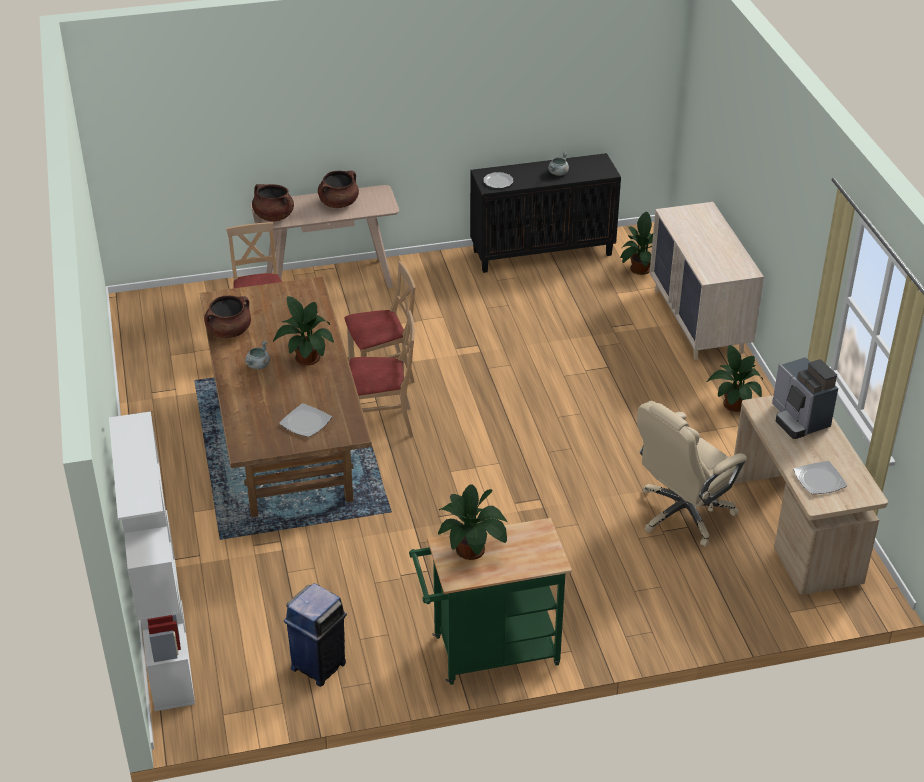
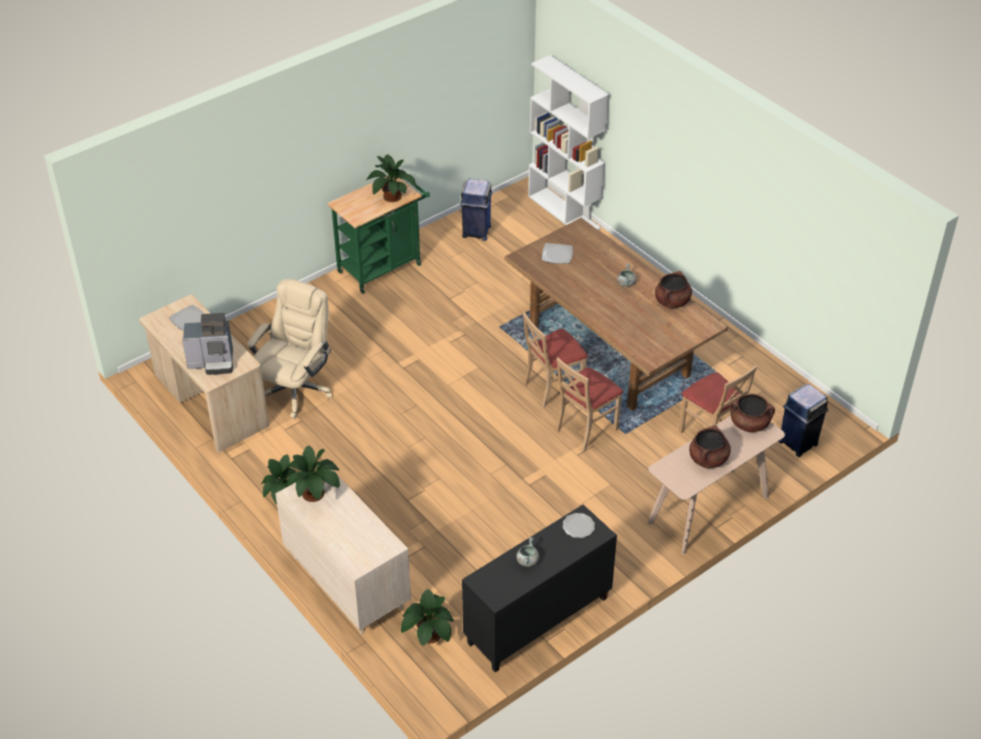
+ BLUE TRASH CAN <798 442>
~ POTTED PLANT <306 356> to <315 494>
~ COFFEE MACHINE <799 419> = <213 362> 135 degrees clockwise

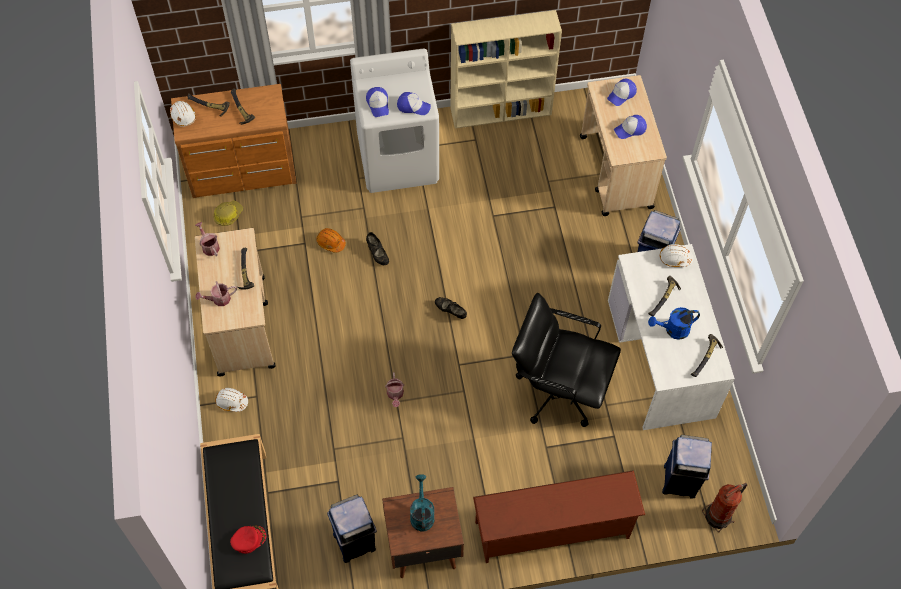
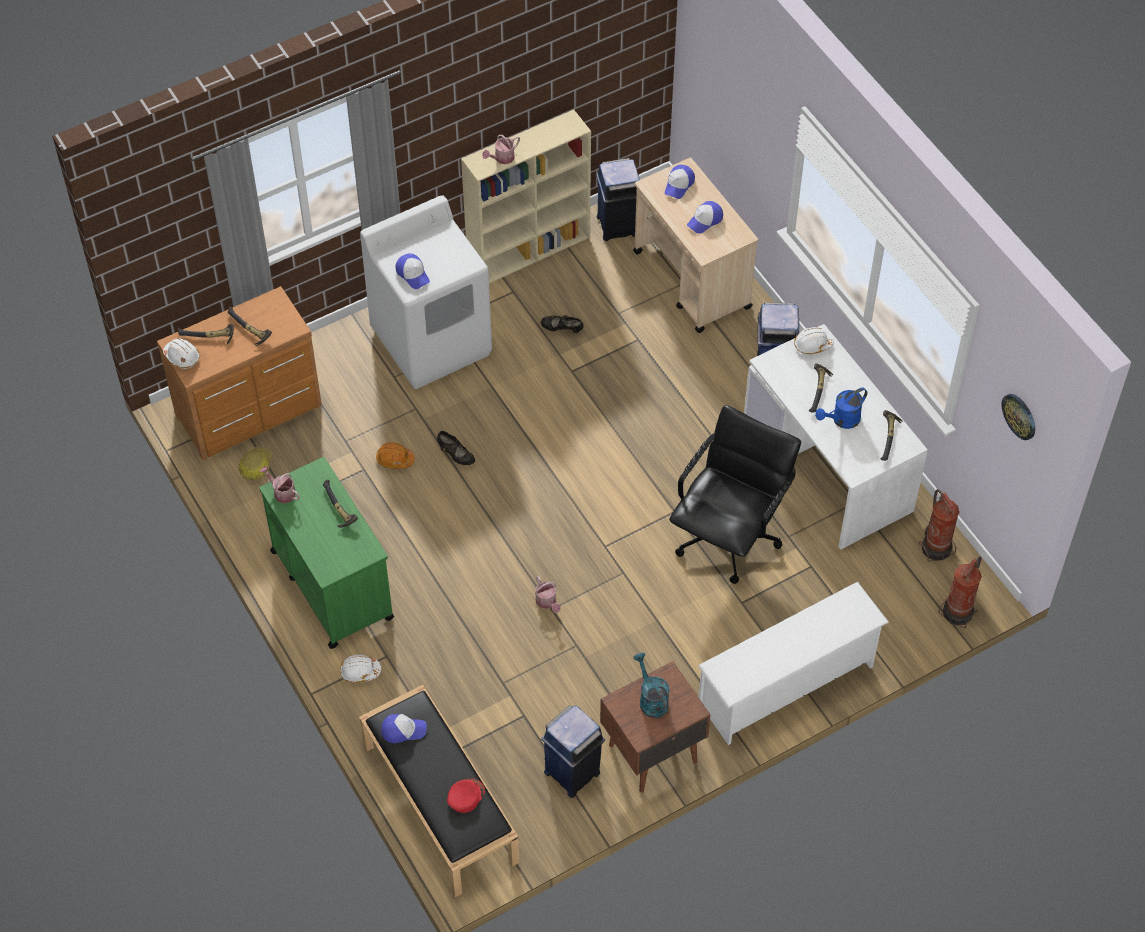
+ FIRE EXTINGUISHER <936 547>
+ WALL CLOCK <1019 416>
~ WATERING CAN <218 299> to <502 158>
~ CAP <413 106> to <403 730>
~ BLACK SHOE <450 311> to <562 329>
~ BLUE TRASH CAN <680 481> to <618 225>
~ BEIGE CART <242 325> to GREEN CART <331 583>
~ BROWN SHOE RACK <552 531> to WHITE SHOE RACK <787 687>
~ BLACK OFFICE CHAIR <558 389> = <729 537> 120 degrees clockwise

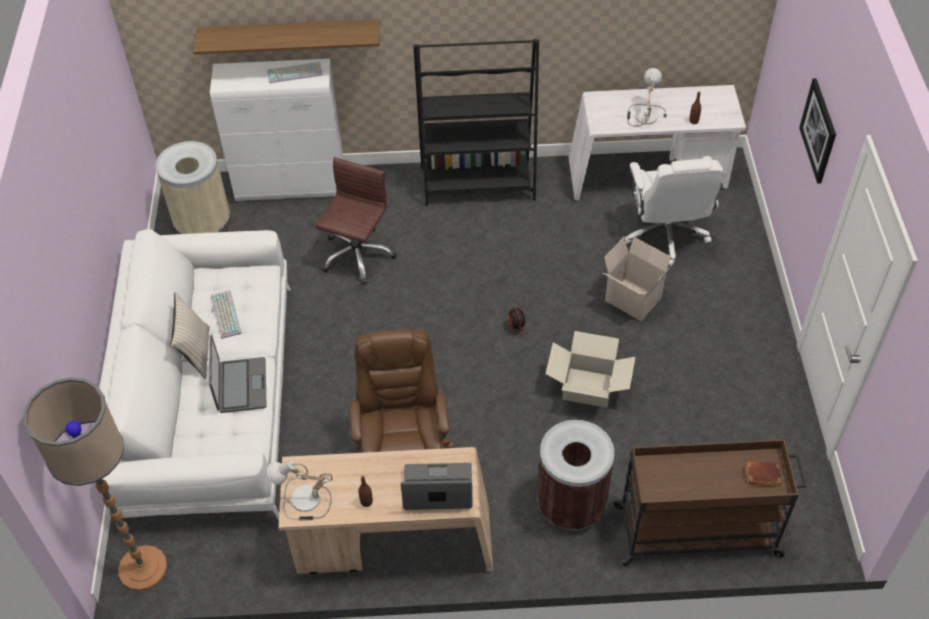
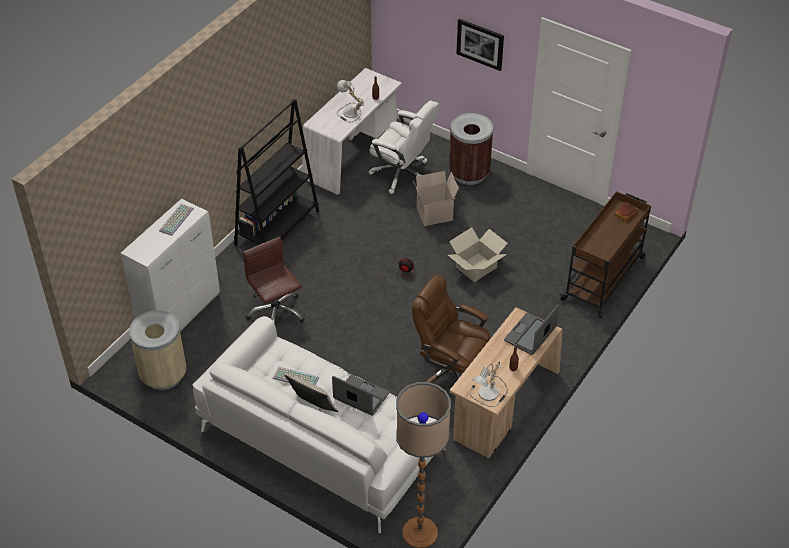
- SHELF <290 35>
~ BROWN TRASH CAN <571 505> to <469 173>

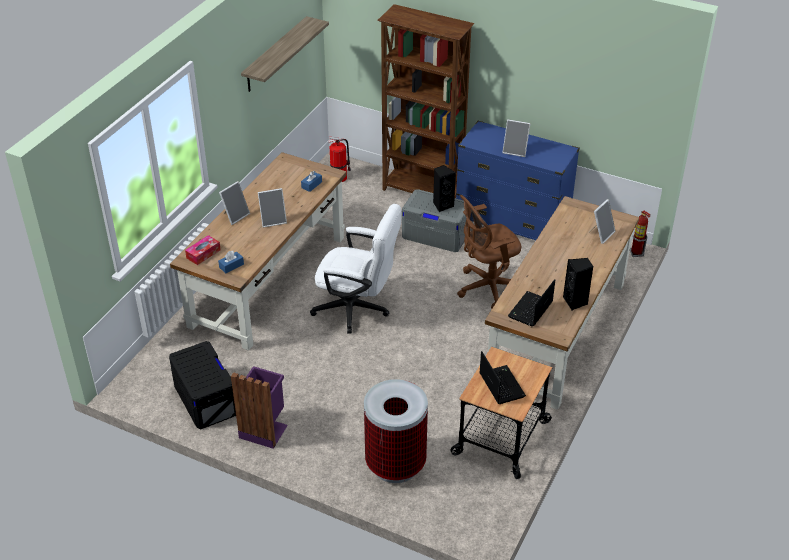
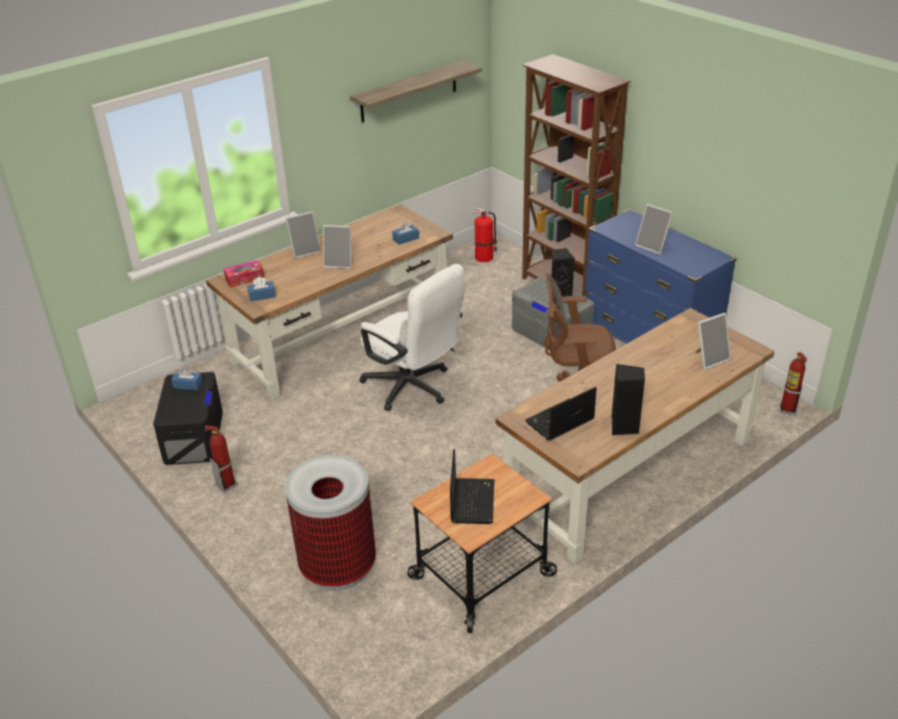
+ BLUE TISSUE BOX <188 385>
~ PURPLE TRASH CAN <264 429> to FIRE EXTINGUISHER <227 484>

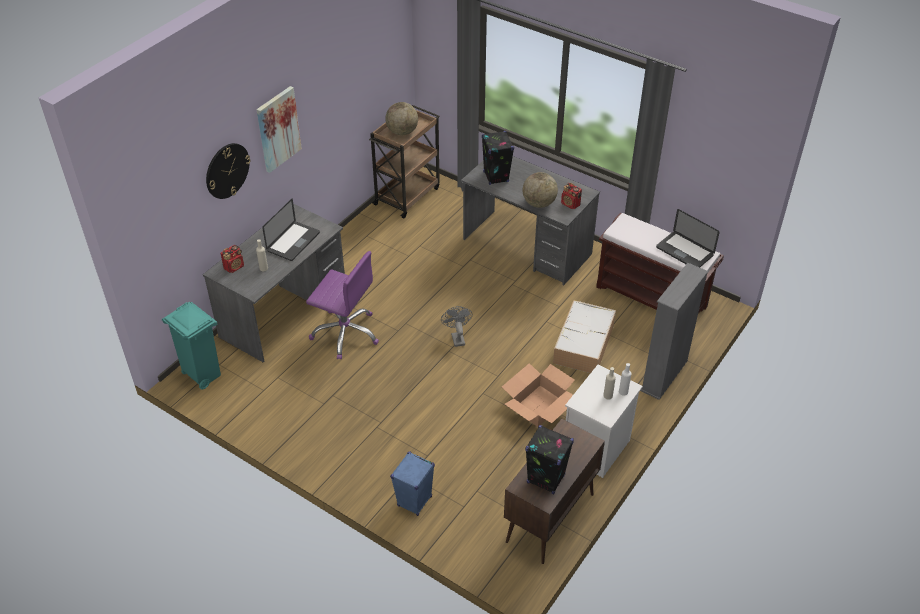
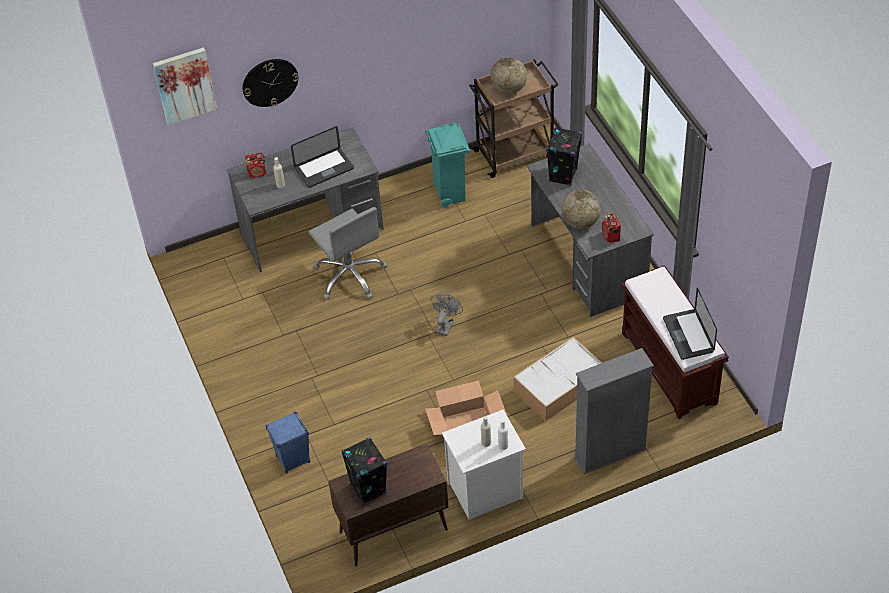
~ TURQUOISE TRASH CAN <202 375> to <450 194>
~ PICTURE <278 129> to <184 85>
~ PURPLE OFFICE CHAIR <346 333> to GREY OFFICE CHAIR <350 275>

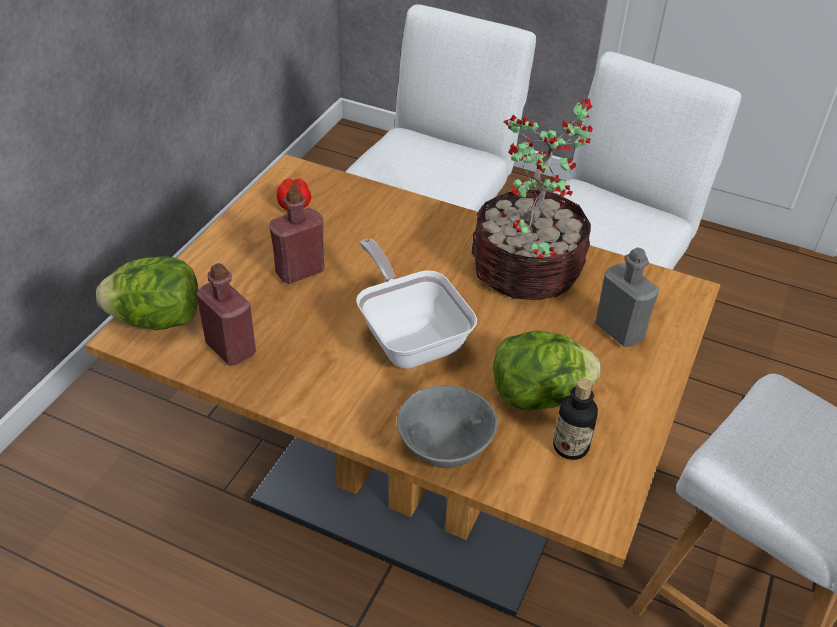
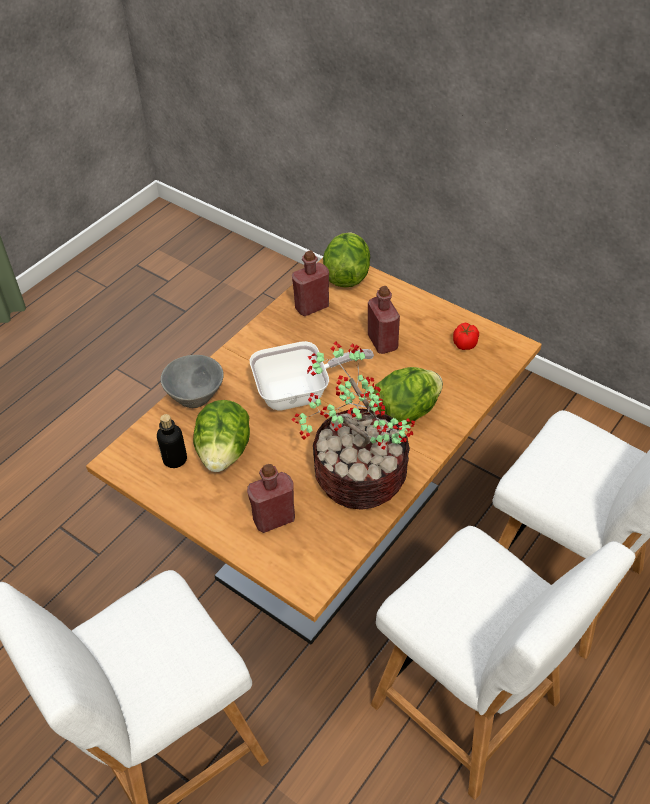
+ LETTUCE <406 412>
~ GREY BOTTLE <619 331> to RED BOTTLE <274 519>

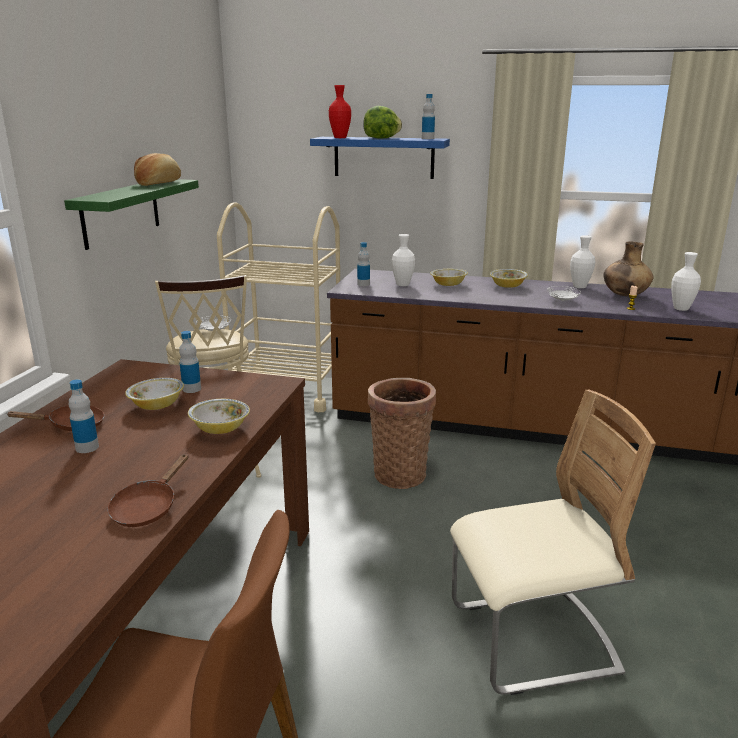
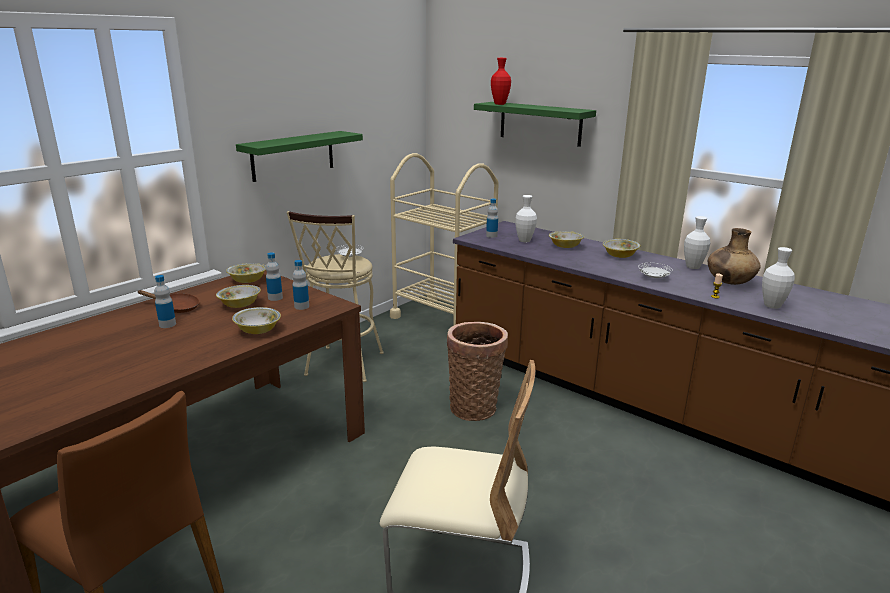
- BROWN FRYING PAN <148 508>
- BREAD <158 183>
- LETTUCE <382 138>
+ BOWL <248 281>
~ BOTTLE <427 138> to <301 306>
~ BLUE SHELF <383 157> to GREEN SHELF <540 123>

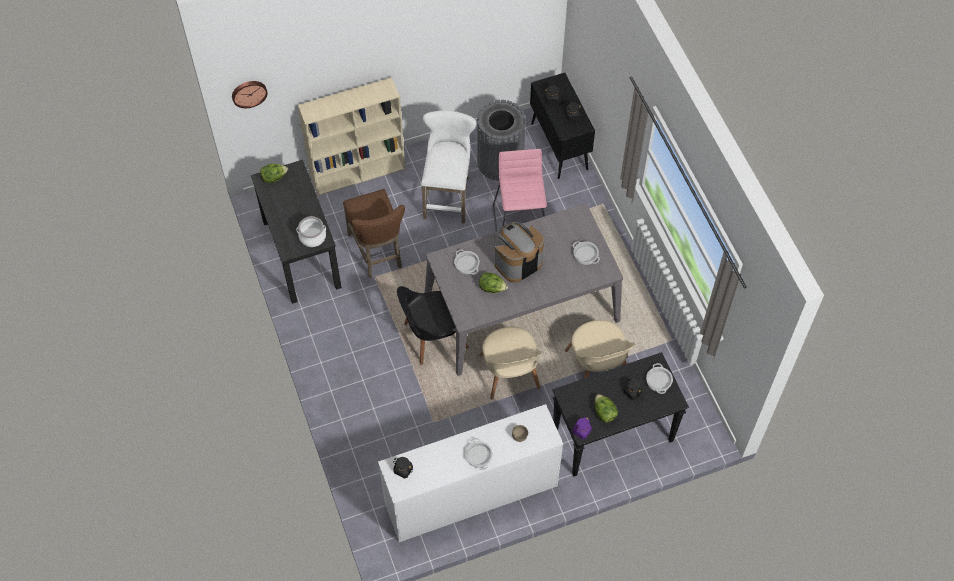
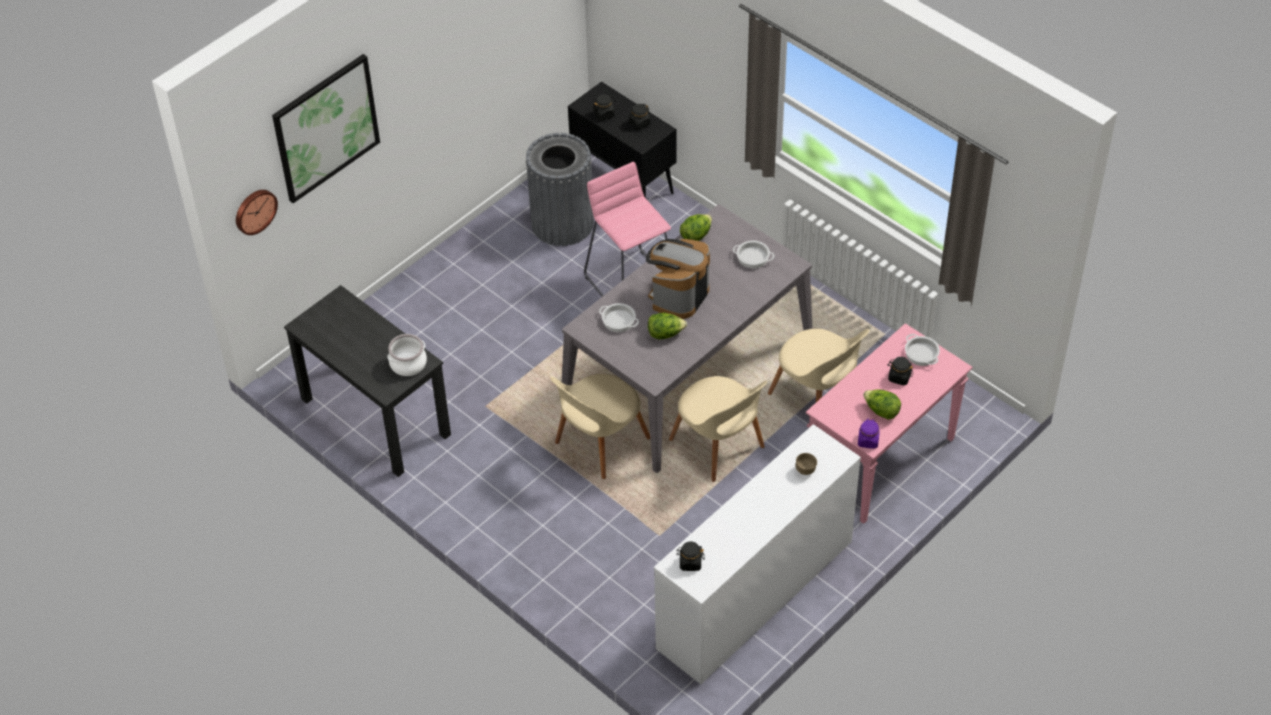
- BEIGE BOOKCASE <359 172>
- BROWN STOOL <377 253>
- WHITE STOOL <448 195>
- COOKING POT <478 456>
+ PICTURE <326 127>
~ LETTUCE <274 178> to <696 235>
~ BLACK CHAIR <432 337> to BEIGE CHAIR <599 443>
~ BLACK CONSOLE TABLE <612 436> to PINK CONSOLE TABLE <881 463>

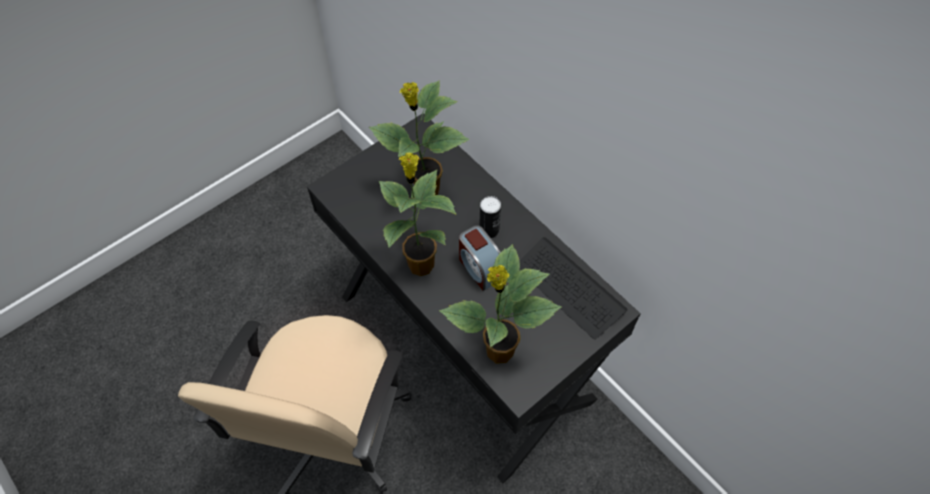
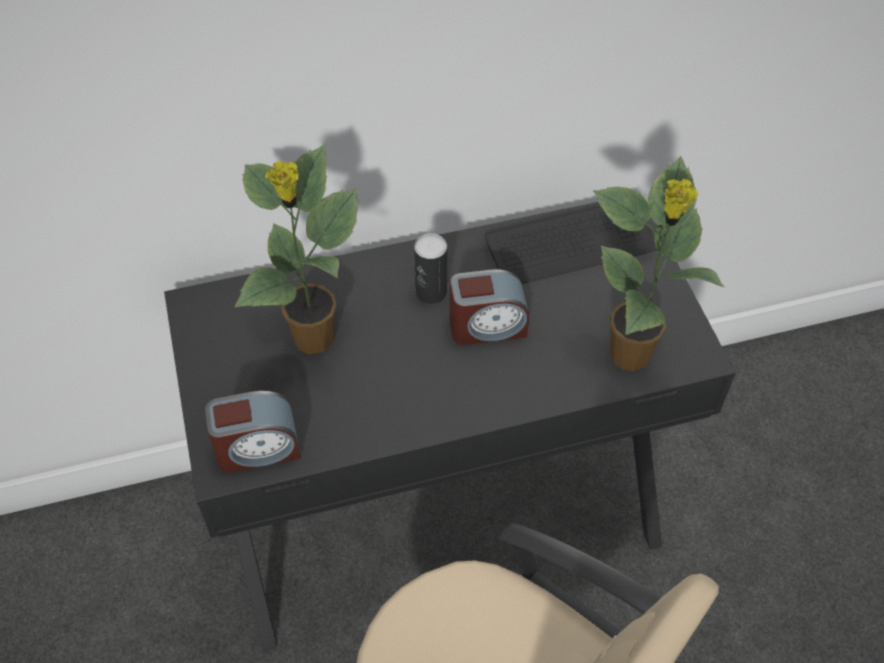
- POTTED PLANT <420 263>
+ ALARM CLOCK <258 448>

